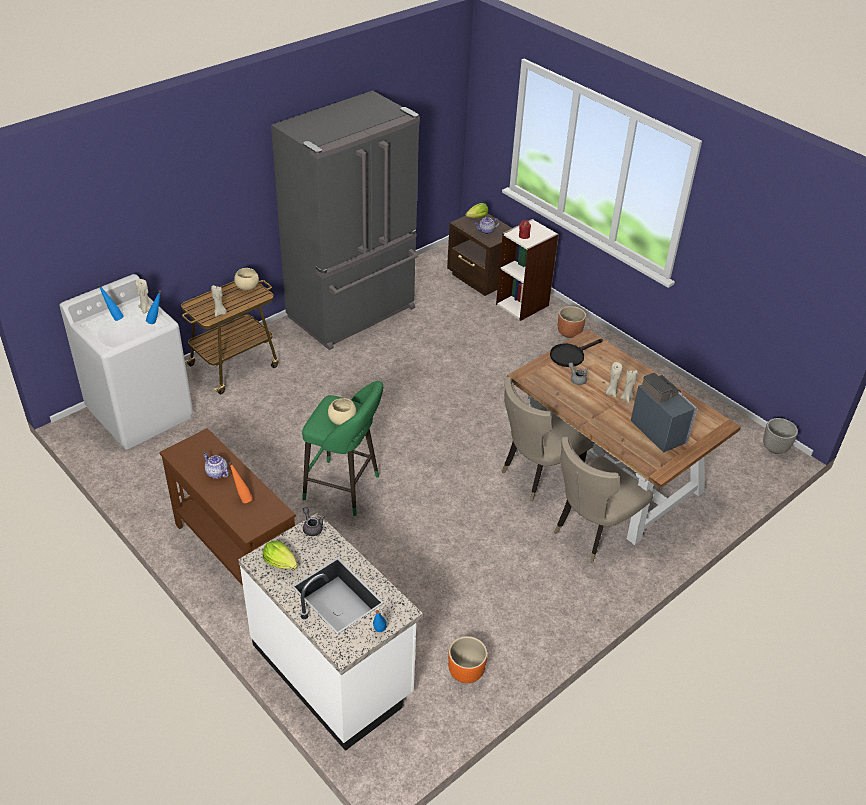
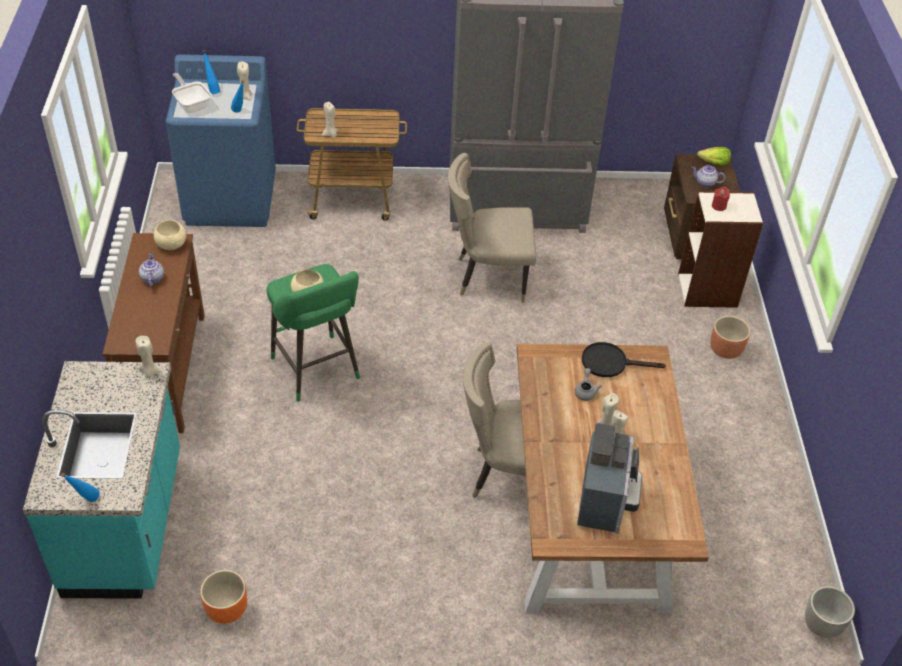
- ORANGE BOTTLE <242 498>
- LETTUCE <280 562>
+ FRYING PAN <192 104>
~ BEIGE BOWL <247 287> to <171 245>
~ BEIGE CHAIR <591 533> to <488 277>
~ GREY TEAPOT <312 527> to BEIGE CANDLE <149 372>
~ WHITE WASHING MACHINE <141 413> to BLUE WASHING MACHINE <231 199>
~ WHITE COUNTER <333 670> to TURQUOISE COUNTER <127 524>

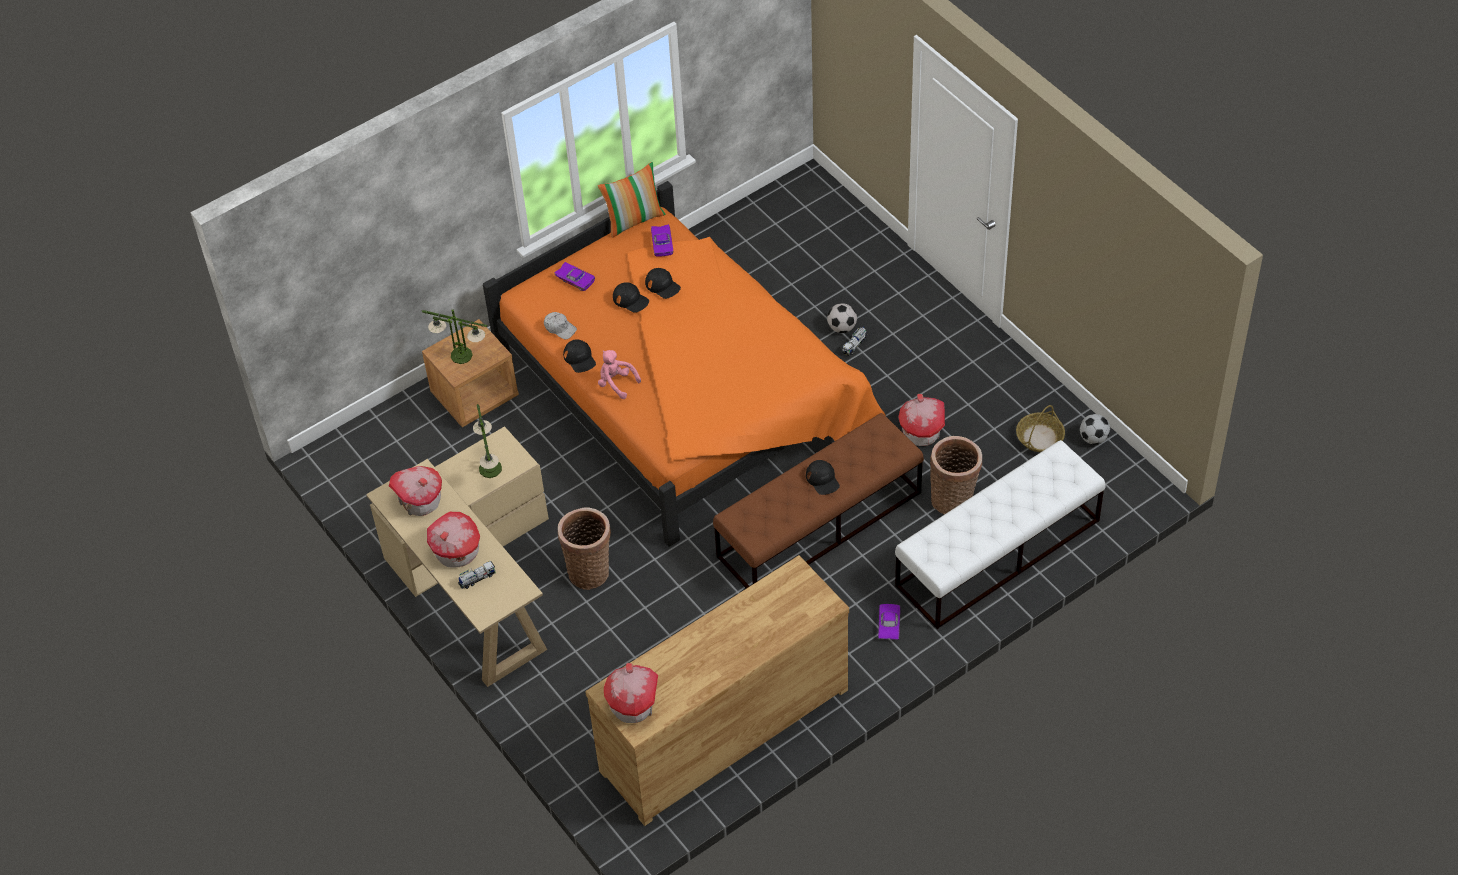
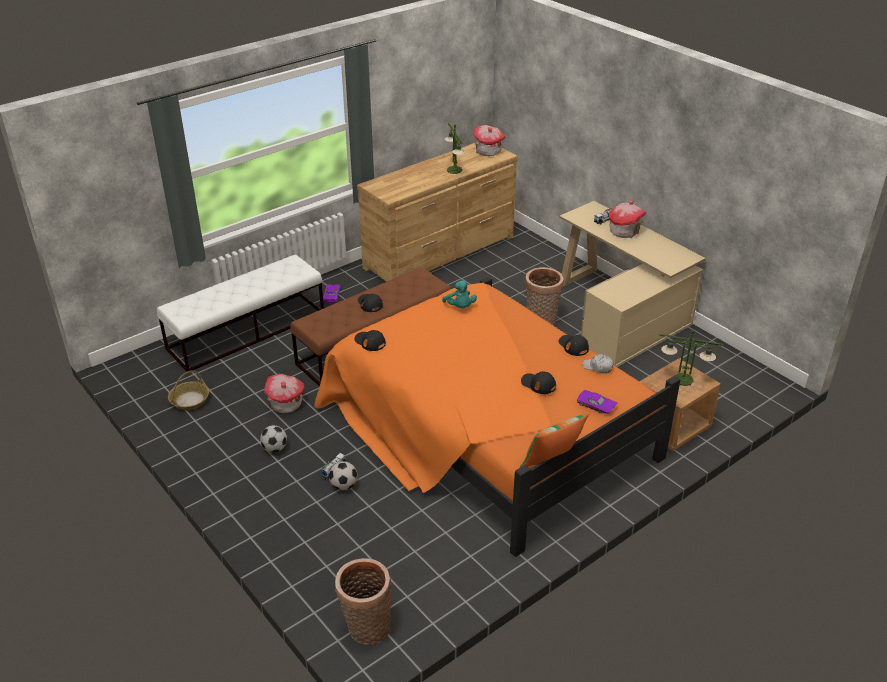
- TOY HOUSE <420 501>
- PINK PLUSH TOY <616 383>
- PURPLE TOY CAR <663 243>
+ TURQUOISE PLUSH TOY <460 307>
~ TABLE LAMP <490 468> to <454 170>
~ BLACK CAP <662 285> to <370 342>
~ BASKET <954 499> to <366 628>
~ FOOTBALL <1094 438> to <274 448>

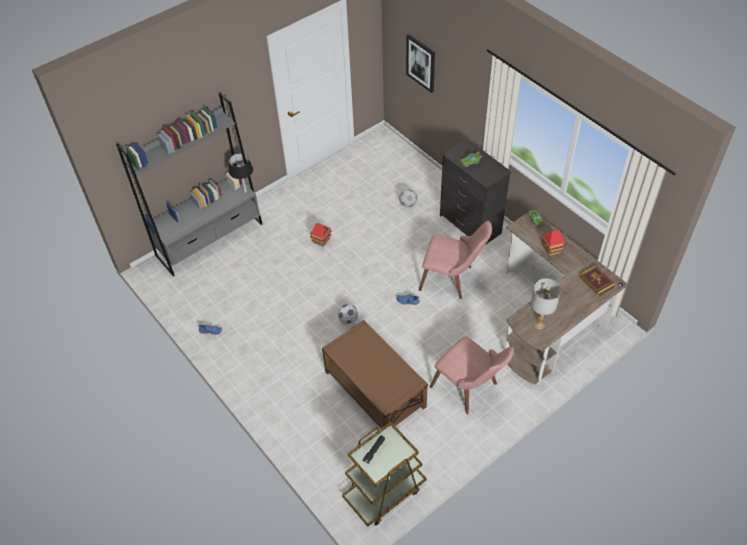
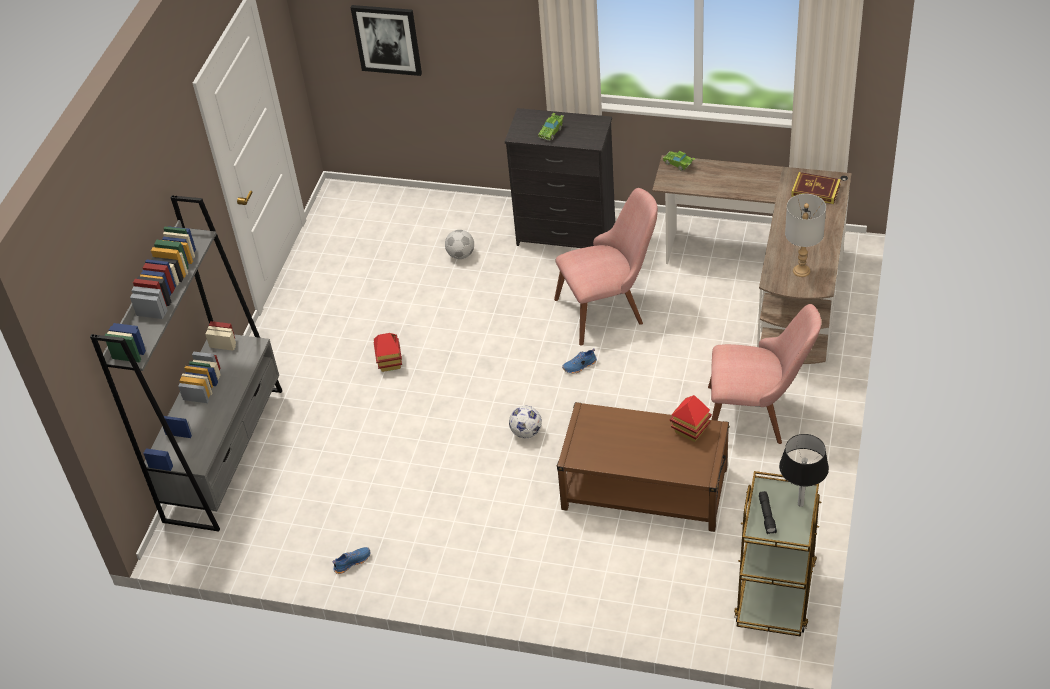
~ BLACK TABLE LAMP <245 191> to <800 504>
~ TOY HOUSE <551 249> to <690 430>

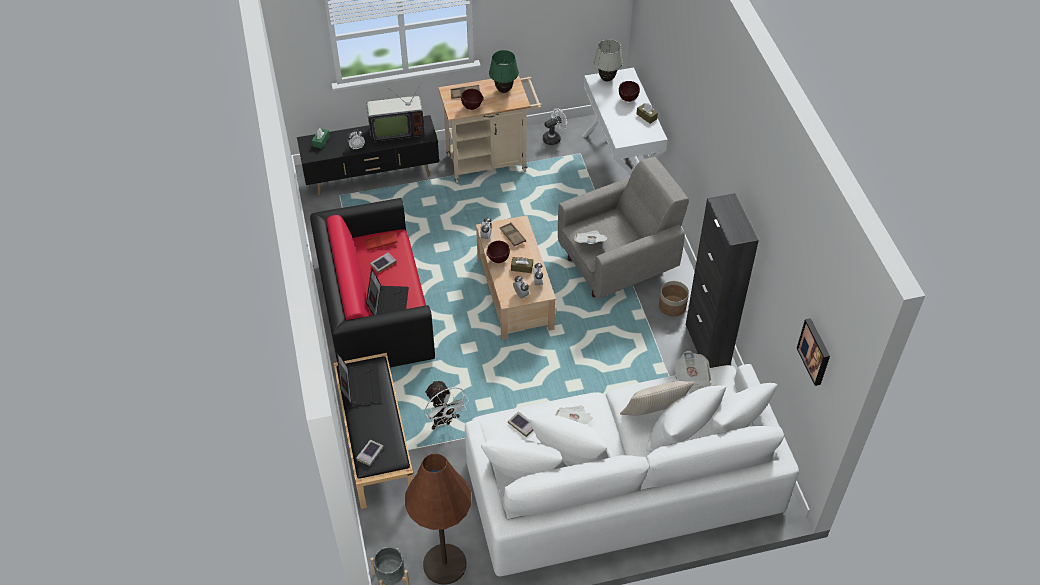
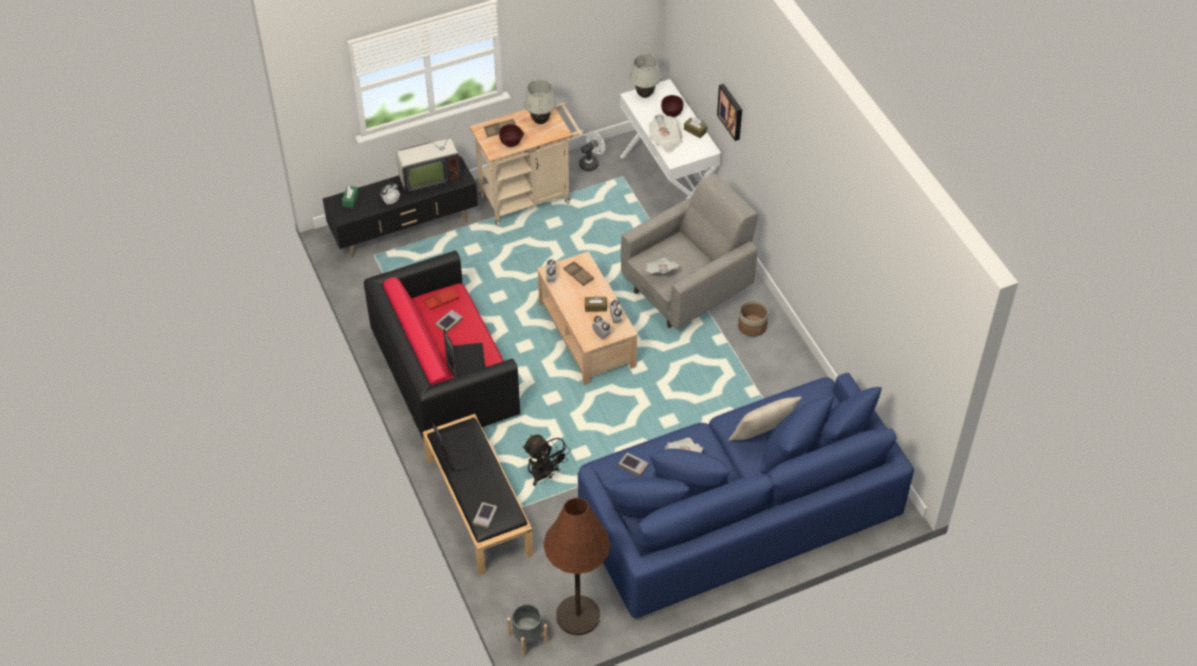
- BROWN BOWL <497 260>
- BLACK CABINET <707 344>
~ NEWSPAPER <692 380> to <665 140>
~ PICTURE <815 351> to <731 111>
~ WHITE FAN <444 421> to BLACK FAN <544 476>
~ WHITE SOFA <622 482> to BLUE SOFA <737 510>
~ GREEN TABLE LAMP <504 90> to WHITE TABLE LAMP <540 121>

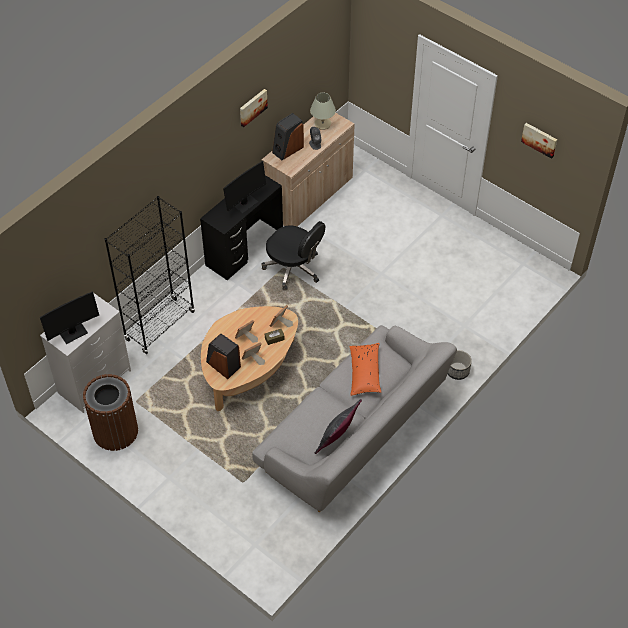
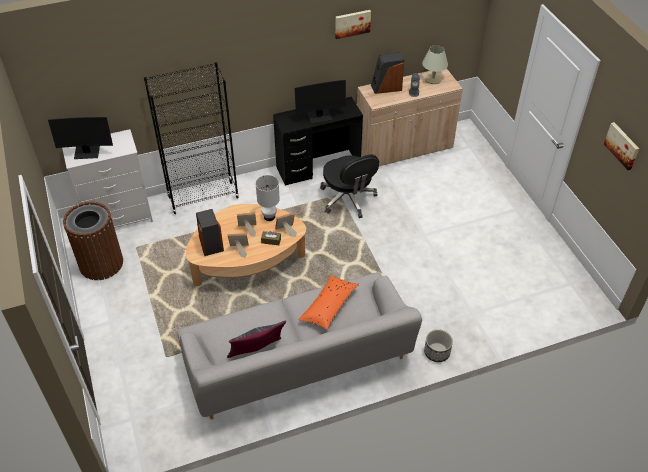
+ WHITE TABLE LAMP <269 217>

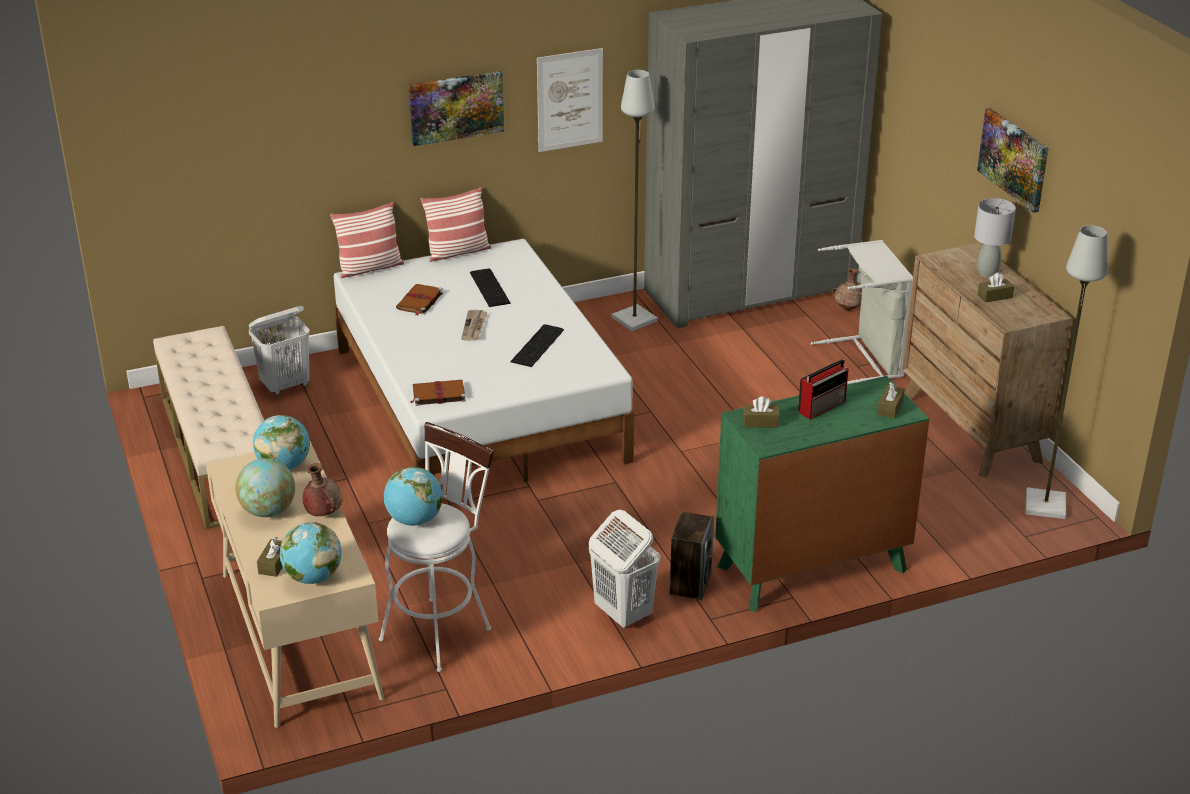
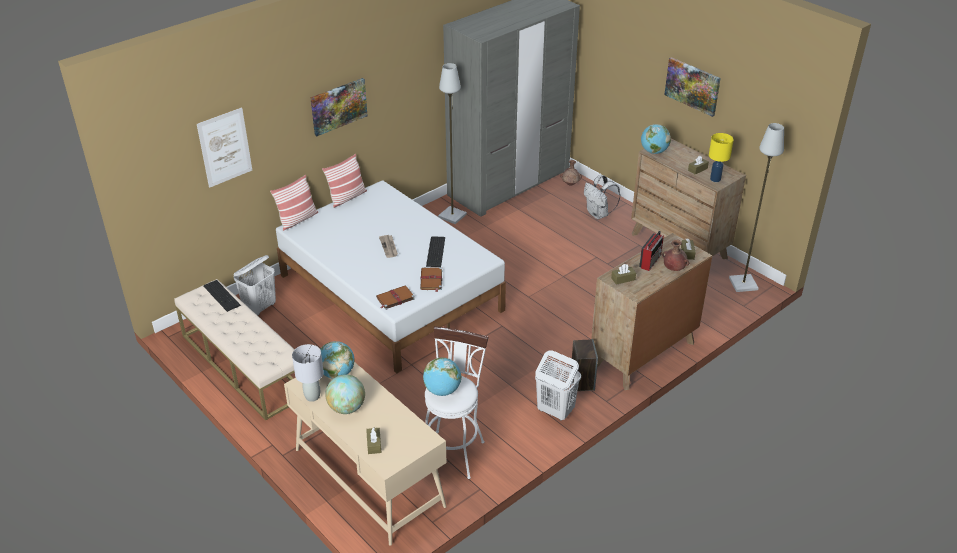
+ YELLOW TABLE LAMP <715 179>
~ GLOBE <313 577> to <653 152>
~ BROWN VASE <323 513> to <673 268>
~ BROWN BOOK <419 301> to <431 280>
~ KEYBOARD <490 287> to <222 295>
~ PICTURE <570 100> to <225 147>
~ GREY TABLE LAMP <987 273> to <312 396>
~ GREY LAUNDRY BASKET <866 359> to WHITE BACKPACK <599 214>
~ GREEN DRESSER <811 568> to BROWN DRESSER <643 354>

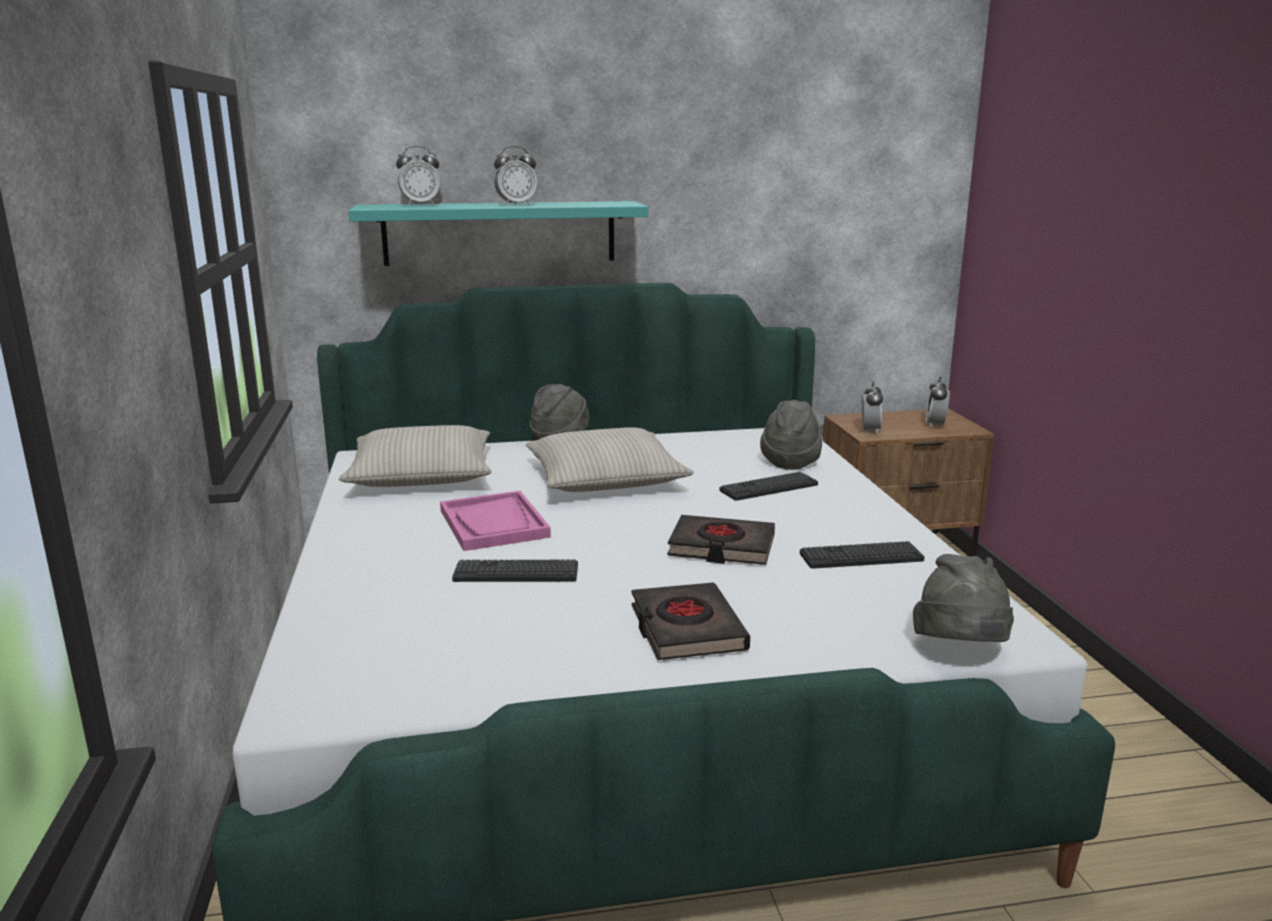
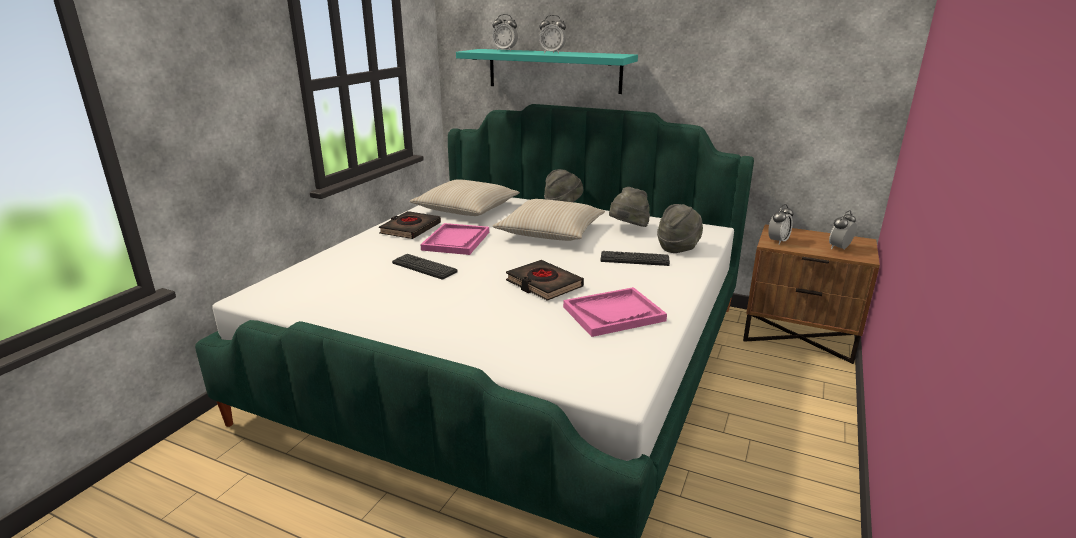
~ BLACK BOOK <686 629> to <410 229>
~ GREY HAT <960 652> to <628 229>
~ KEYBOARD <861 557> to PINK TRAY <613 314>

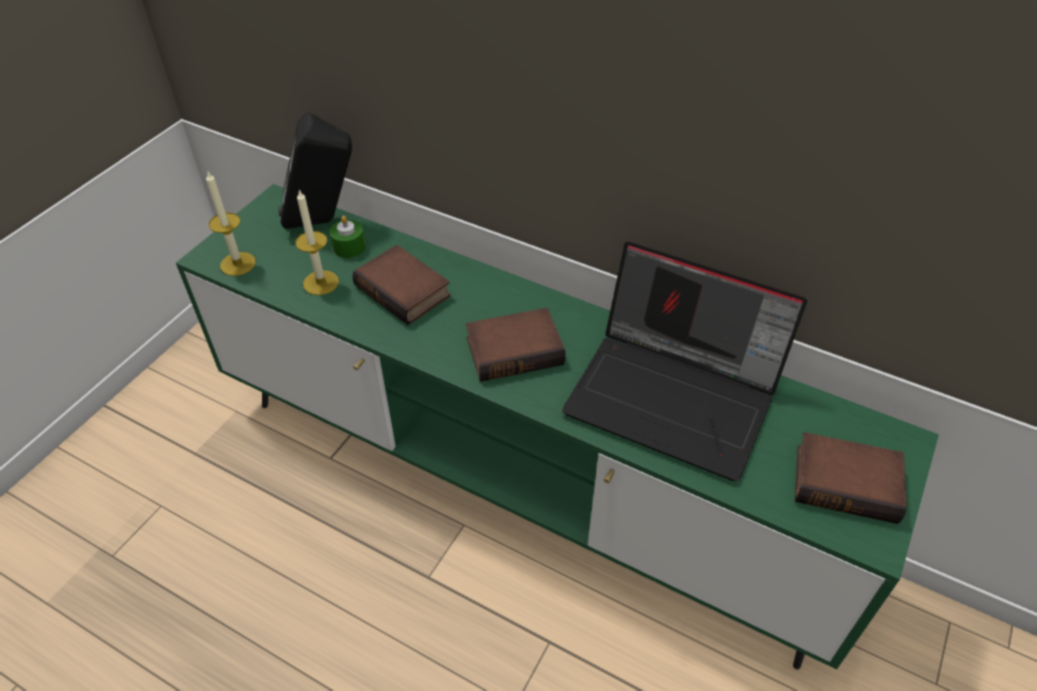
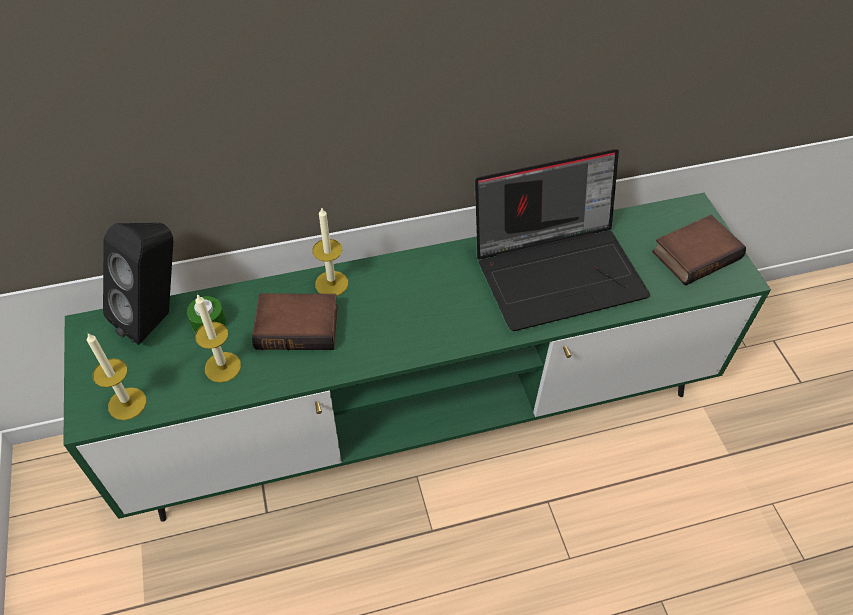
- BOOK <515 349>
+ CANDLE <331 283>

